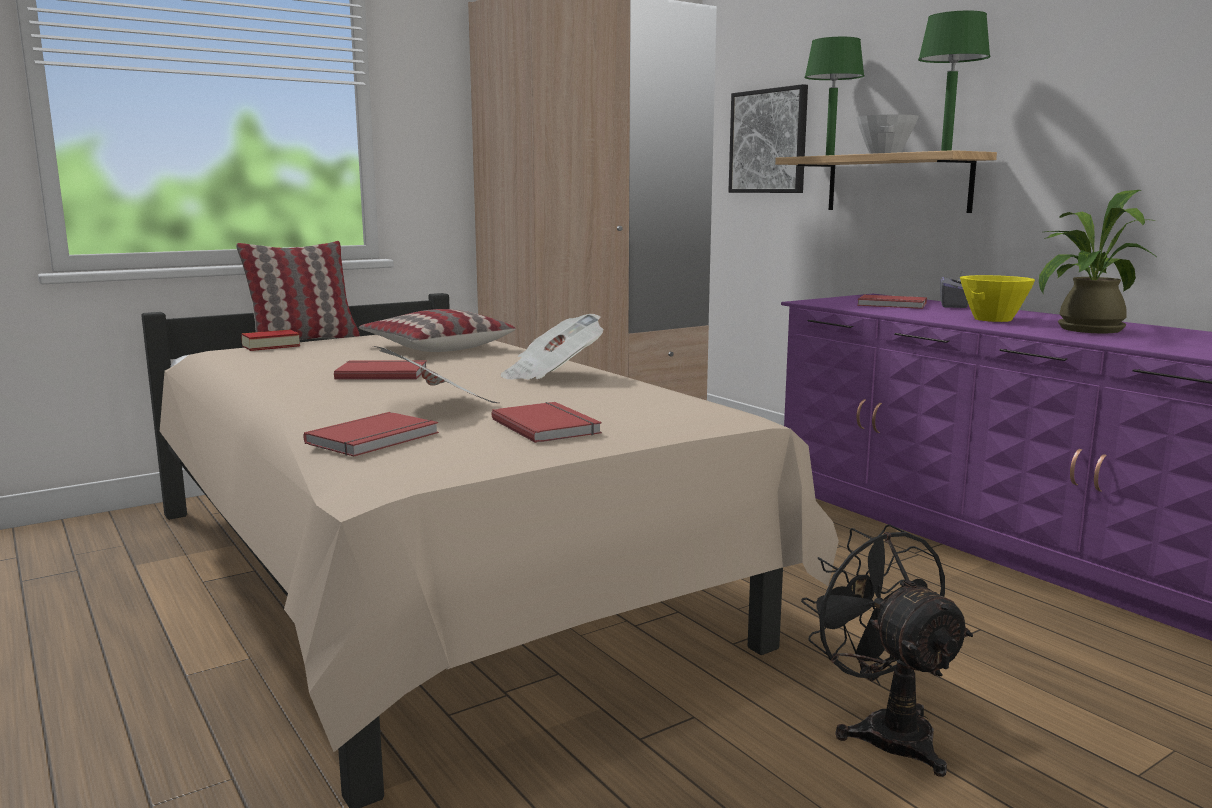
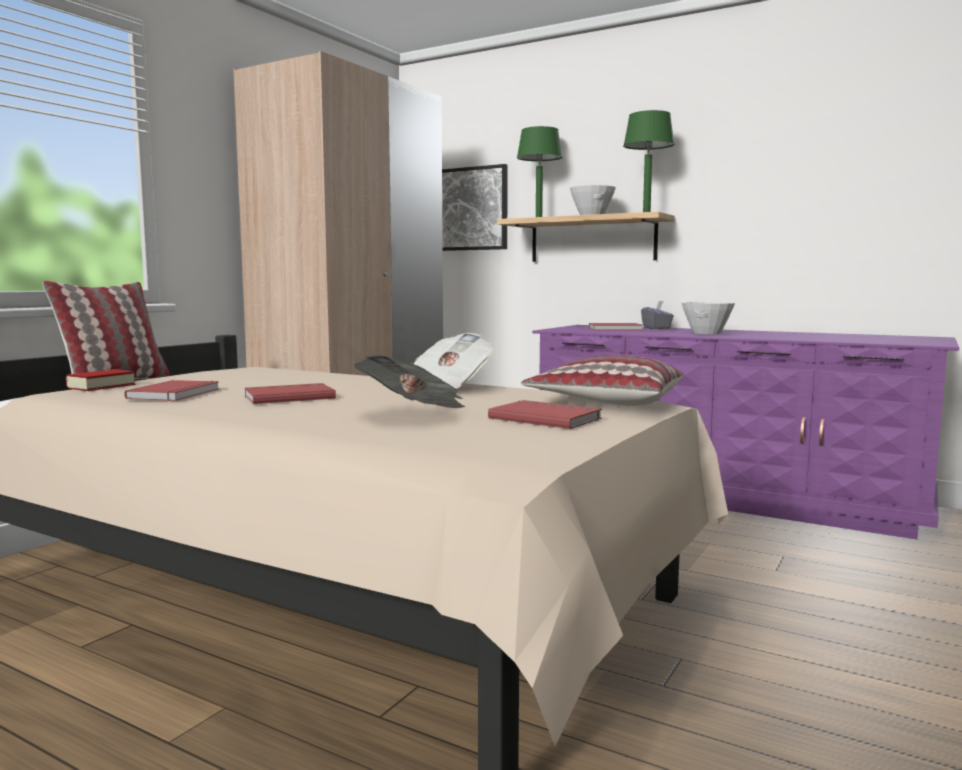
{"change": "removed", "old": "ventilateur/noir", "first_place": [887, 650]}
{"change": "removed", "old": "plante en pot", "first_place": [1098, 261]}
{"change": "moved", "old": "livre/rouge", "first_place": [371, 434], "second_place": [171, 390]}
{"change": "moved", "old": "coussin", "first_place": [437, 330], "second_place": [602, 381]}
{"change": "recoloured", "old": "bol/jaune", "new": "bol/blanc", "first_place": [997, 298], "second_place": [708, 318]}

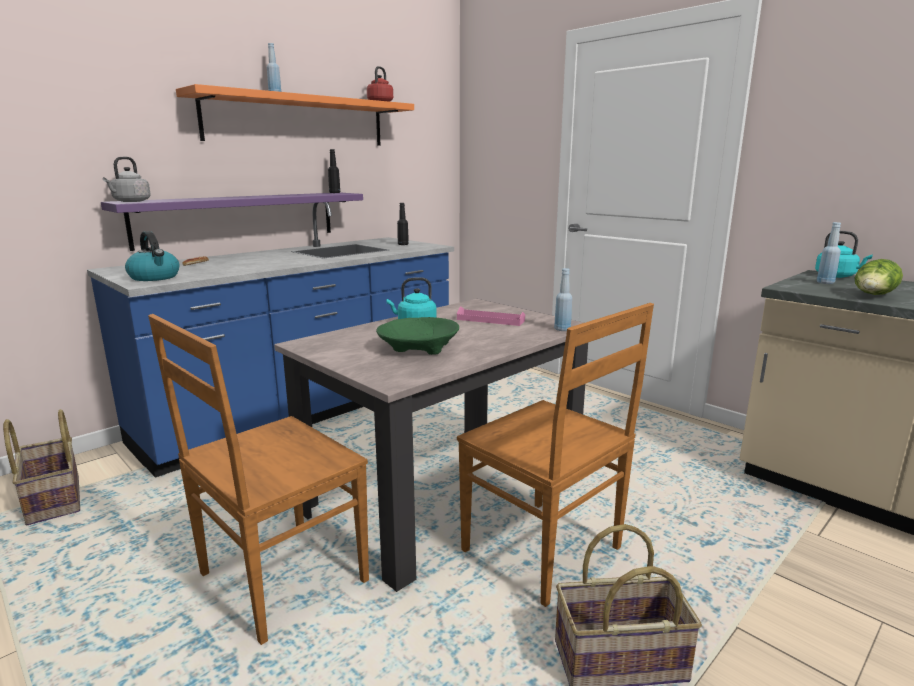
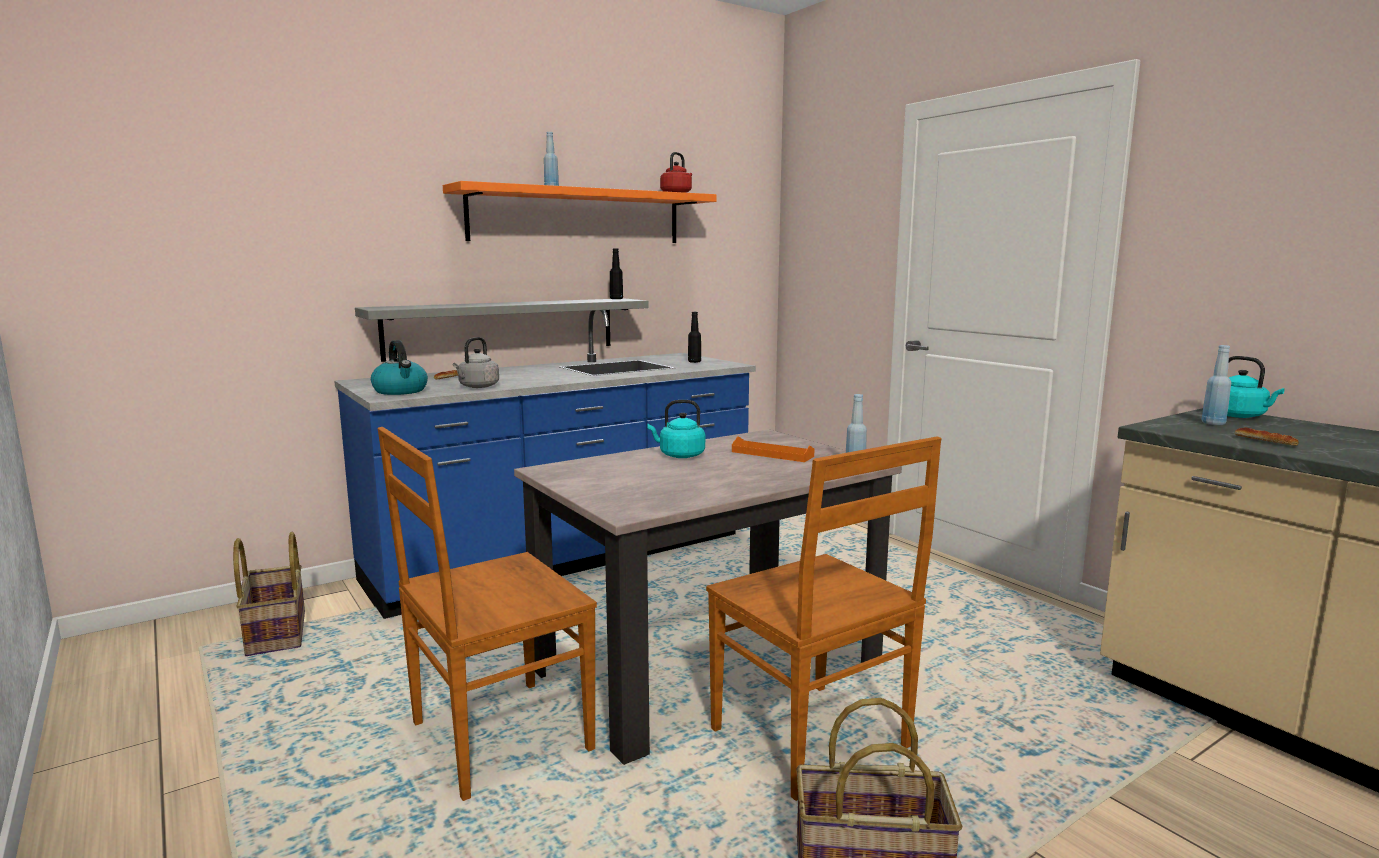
{"change": "removed", "old": "bol/vert", "first_place": [417, 336]}
{"change": "moved", "old": "bouilloire/gris", "first_place": [127, 179], "second_place": [476, 362]}
{"change": "replaced", "old": "laitue", "new": "pain", "first_place": [879, 277], "second_place": [1267, 436]}
{"change": "recoloured", "old": "étagère/violet", "new": "étagère/gris", "first_place": [232, 222], "second_place": [502, 330]}
{"change": "recoloured", "old": "plateau/rose", "new": "plateau/orange", "first_place": [491, 316], "second_place": [773, 449]}

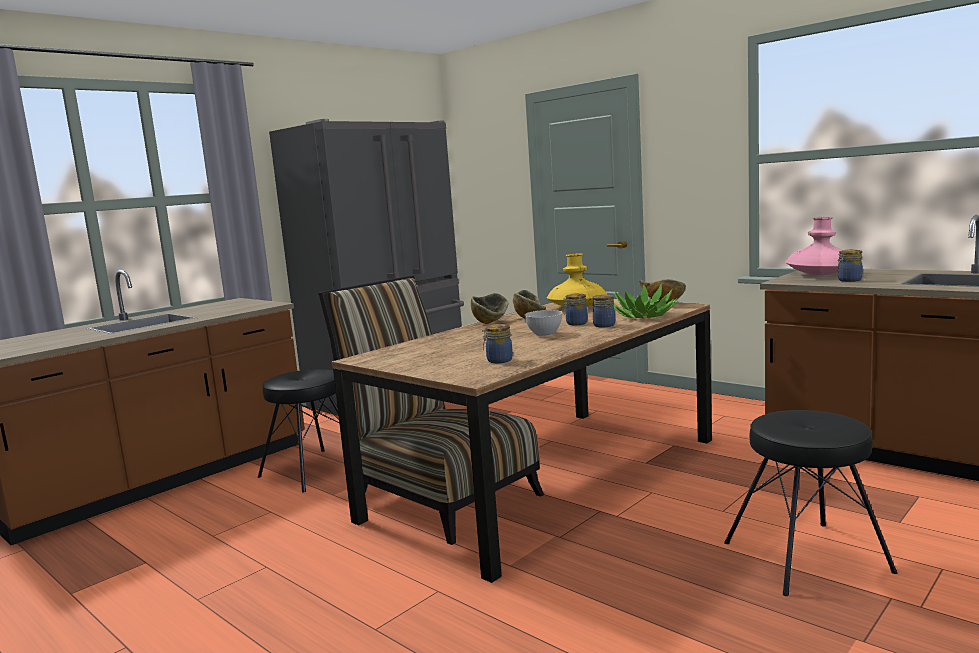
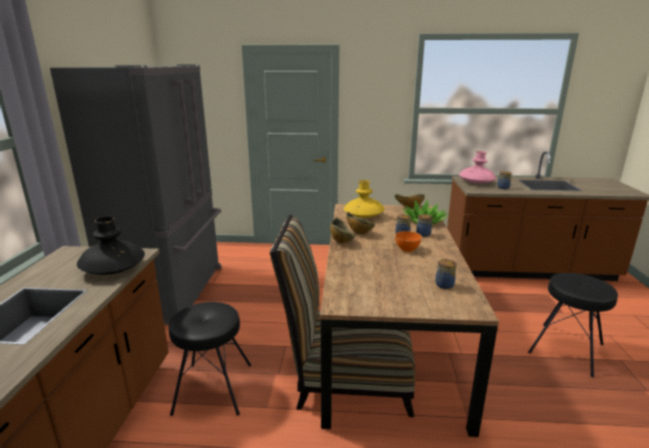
{"change": "added", "new": "vase/noir", "second_place": [111, 245]}
{"change": "recoloured", "old": "bol/gris", "new": "bol/orange", "first_place": [543, 323], "second_place": [408, 241]}

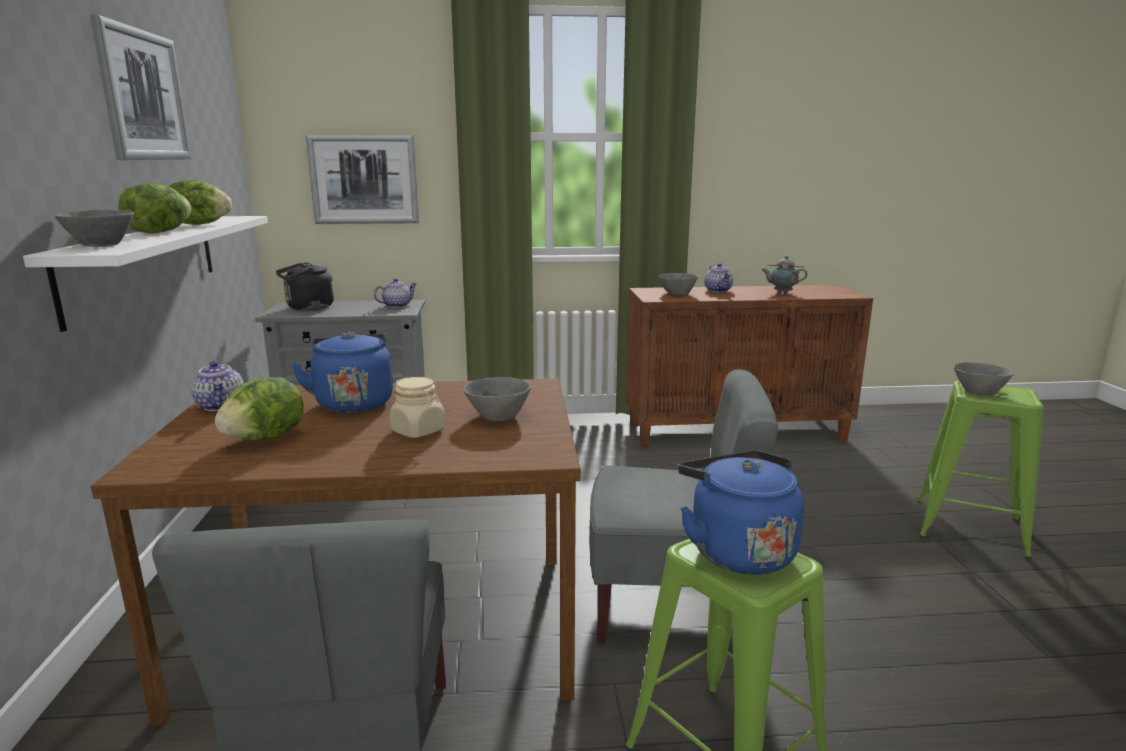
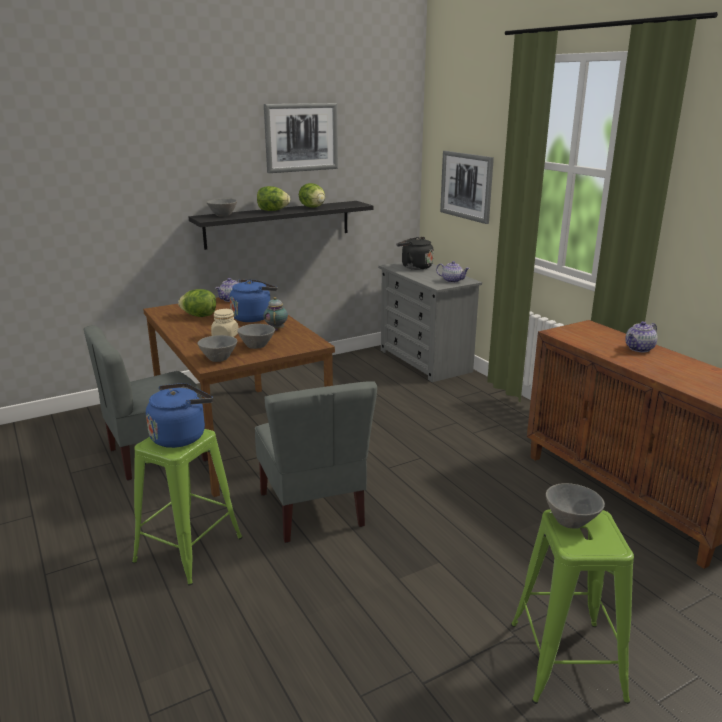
{"change": "moved", "old": "bol/gris", "first_place": [679, 284], "second_place": [217, 348]}
{"change": "moved", "old": "théière", "first_place": [784, 275], "second_place": [275, 314]}
{"change": "recoloured", "old": "étagère/blanc", "new": "étagère/noir", "first_place": [145, 274], "second_place": [280, 225]}

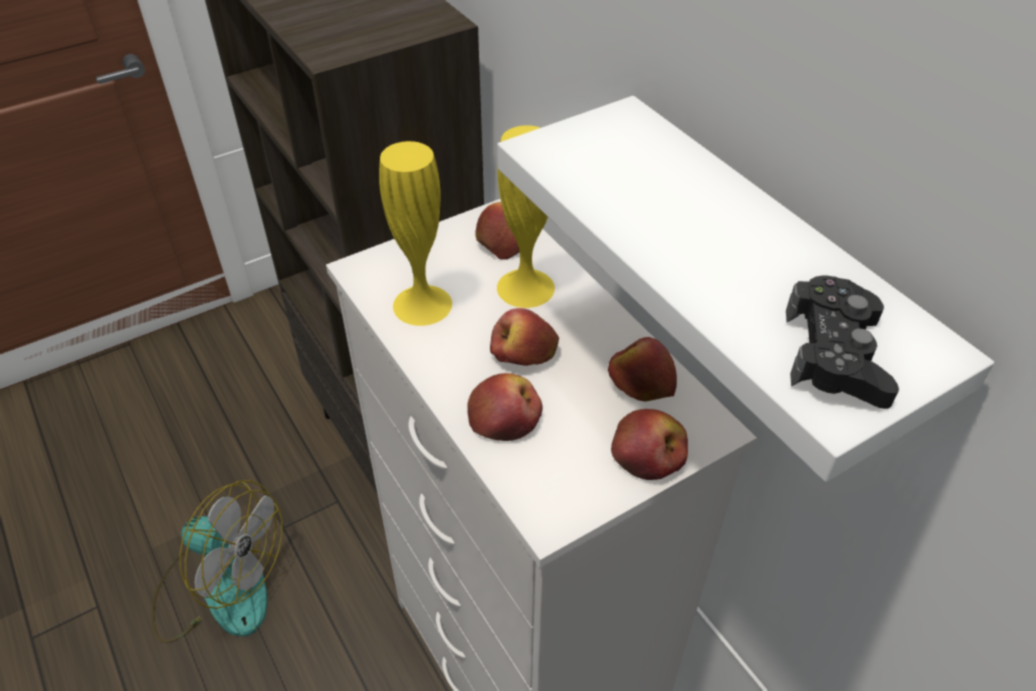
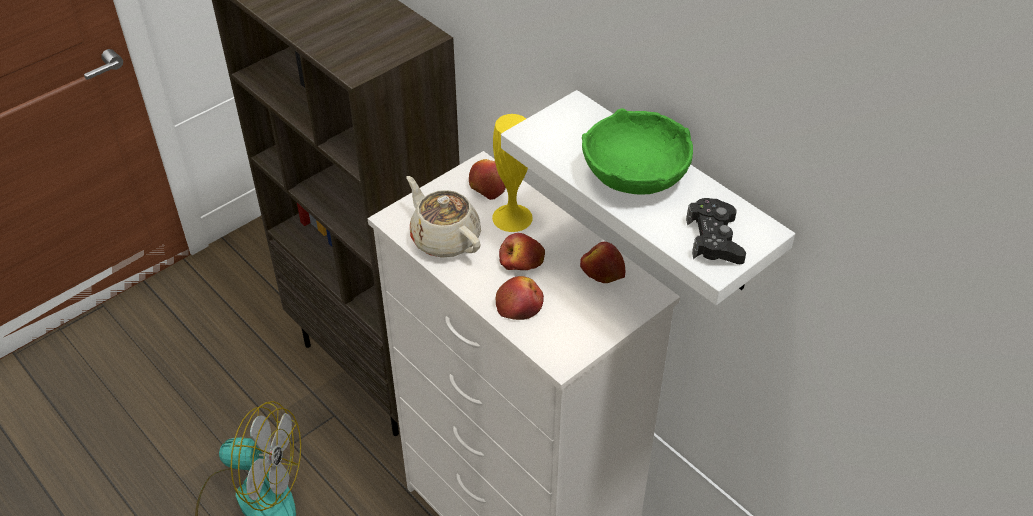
{"change": "removed", "old": "pomme", "first_place": [649, 444]}
{"change": "added", "new": "bol/vert", "second_place": [637, 151]}
{"change": "replaced", "old": "vase/jaune", "new": "théière/beige", "first_place": [415, 233], "second_place": [443, 217]}

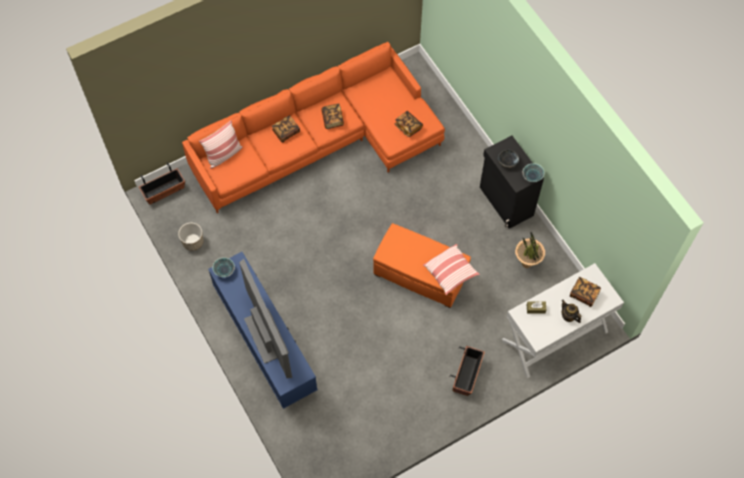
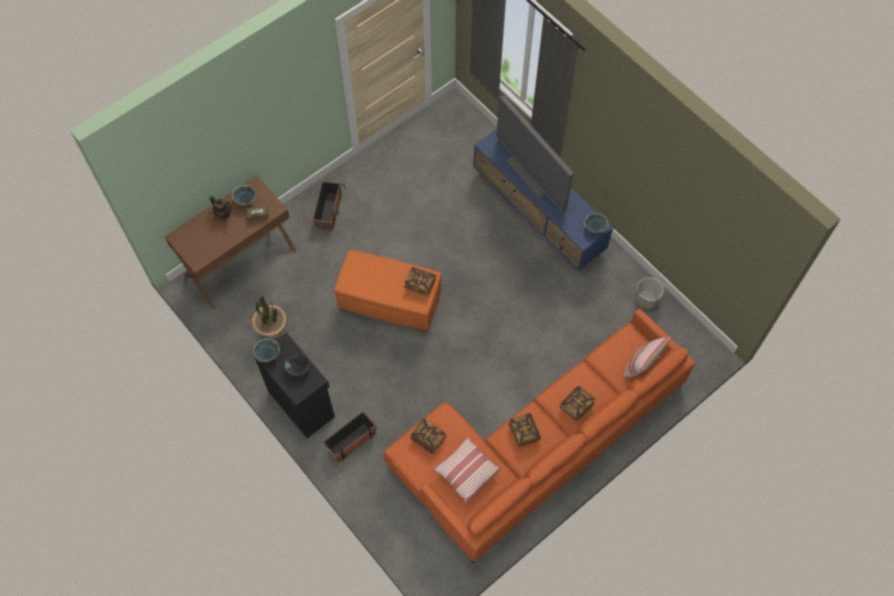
{"change": "added", "new": "bol", "second_place": [244, 195]}
{"change": "moved", "old": "cache-pot", "first_place": [162, 183], "second_place": [349, 437]}
{"change": "moved", "old": "coussin", "first_place": [451, 269], "second_place": [466, 469]}
{"change": "moved", "old": "livre", "first_place": [585, 292], "second_place": [420, 281]}
{"change": "recoloured", "old": "table console/blanc", "new": "table console/marron", "first_place": [562, 320], "second_place": [231, 242]}

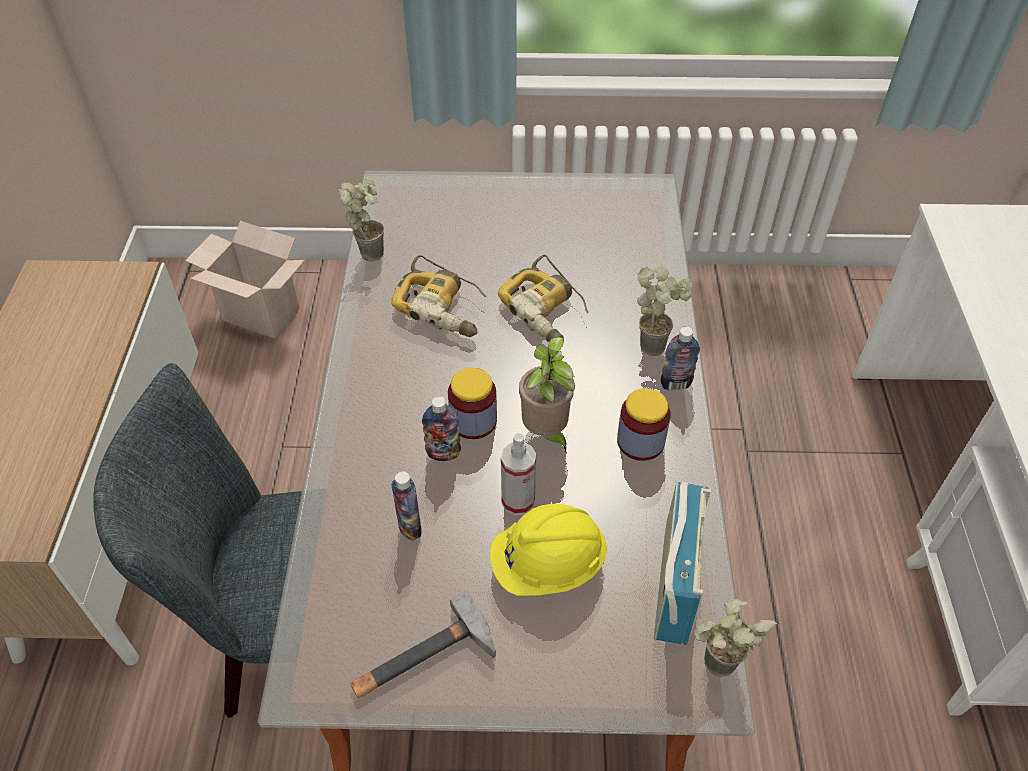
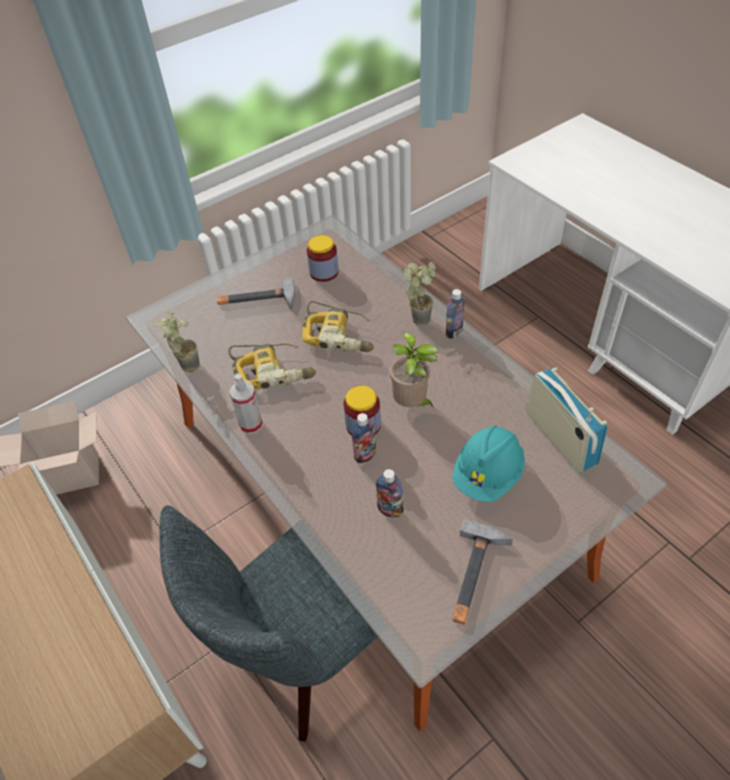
{"change": "removed", "old": "plante en pot", "first_place": [736, 638]}
{"change": "added", "new": "marteau", "second_place": [256, 293]}
{"change": "moved", "old": "vaporisateur", "first_place": [518, 474], "second_place": [246, 404]}
{"change": "moved", "old": "bocal", "first_place": [644, 424], "second_place": [323, 258]}
{"change": "recoloured", "old": "casque de chantier/jaune", "new": "casque de chantier/turquoise", "first_place": [548, 550], "second_place": [488, 464]}

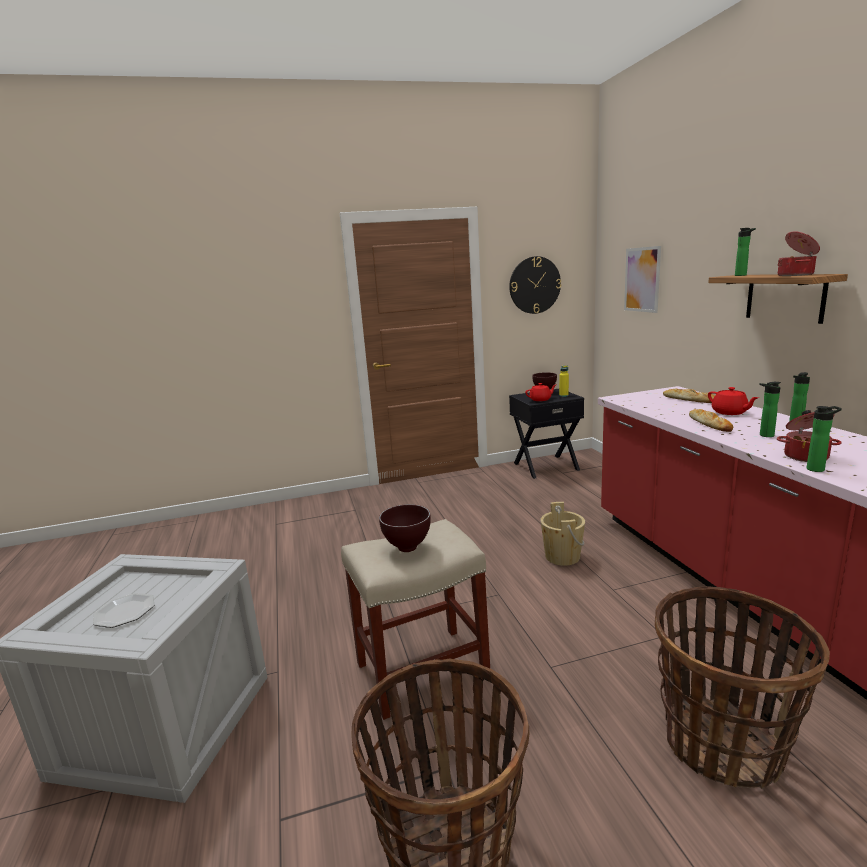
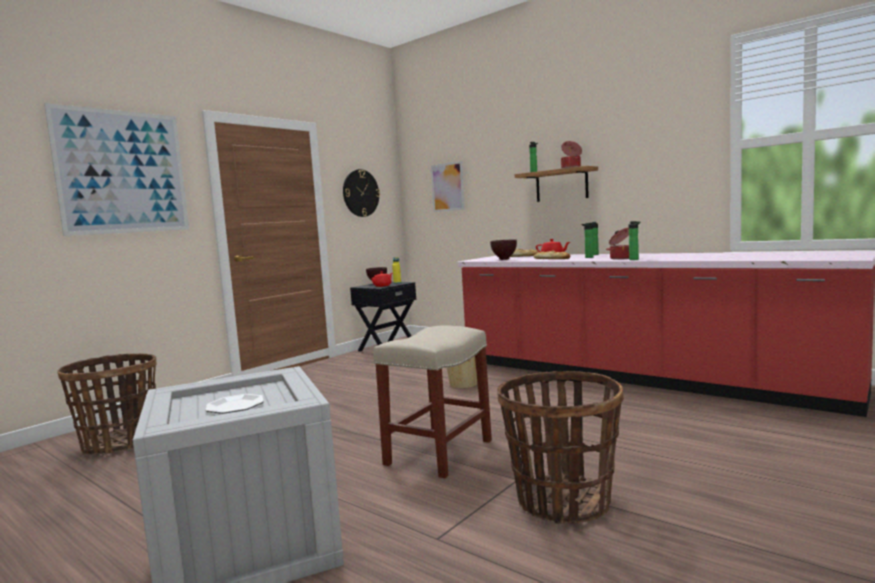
{"change": "added", "new": "tableau", "second_place": [116, 169]}
{"change": "moved", "old": "bol/marron", "first_place": [405, 528], "second_place": [503, 249]}
{"change": "moved", "old": "panier", "first_place": [742, 687], "second_place": [107, 404]}

